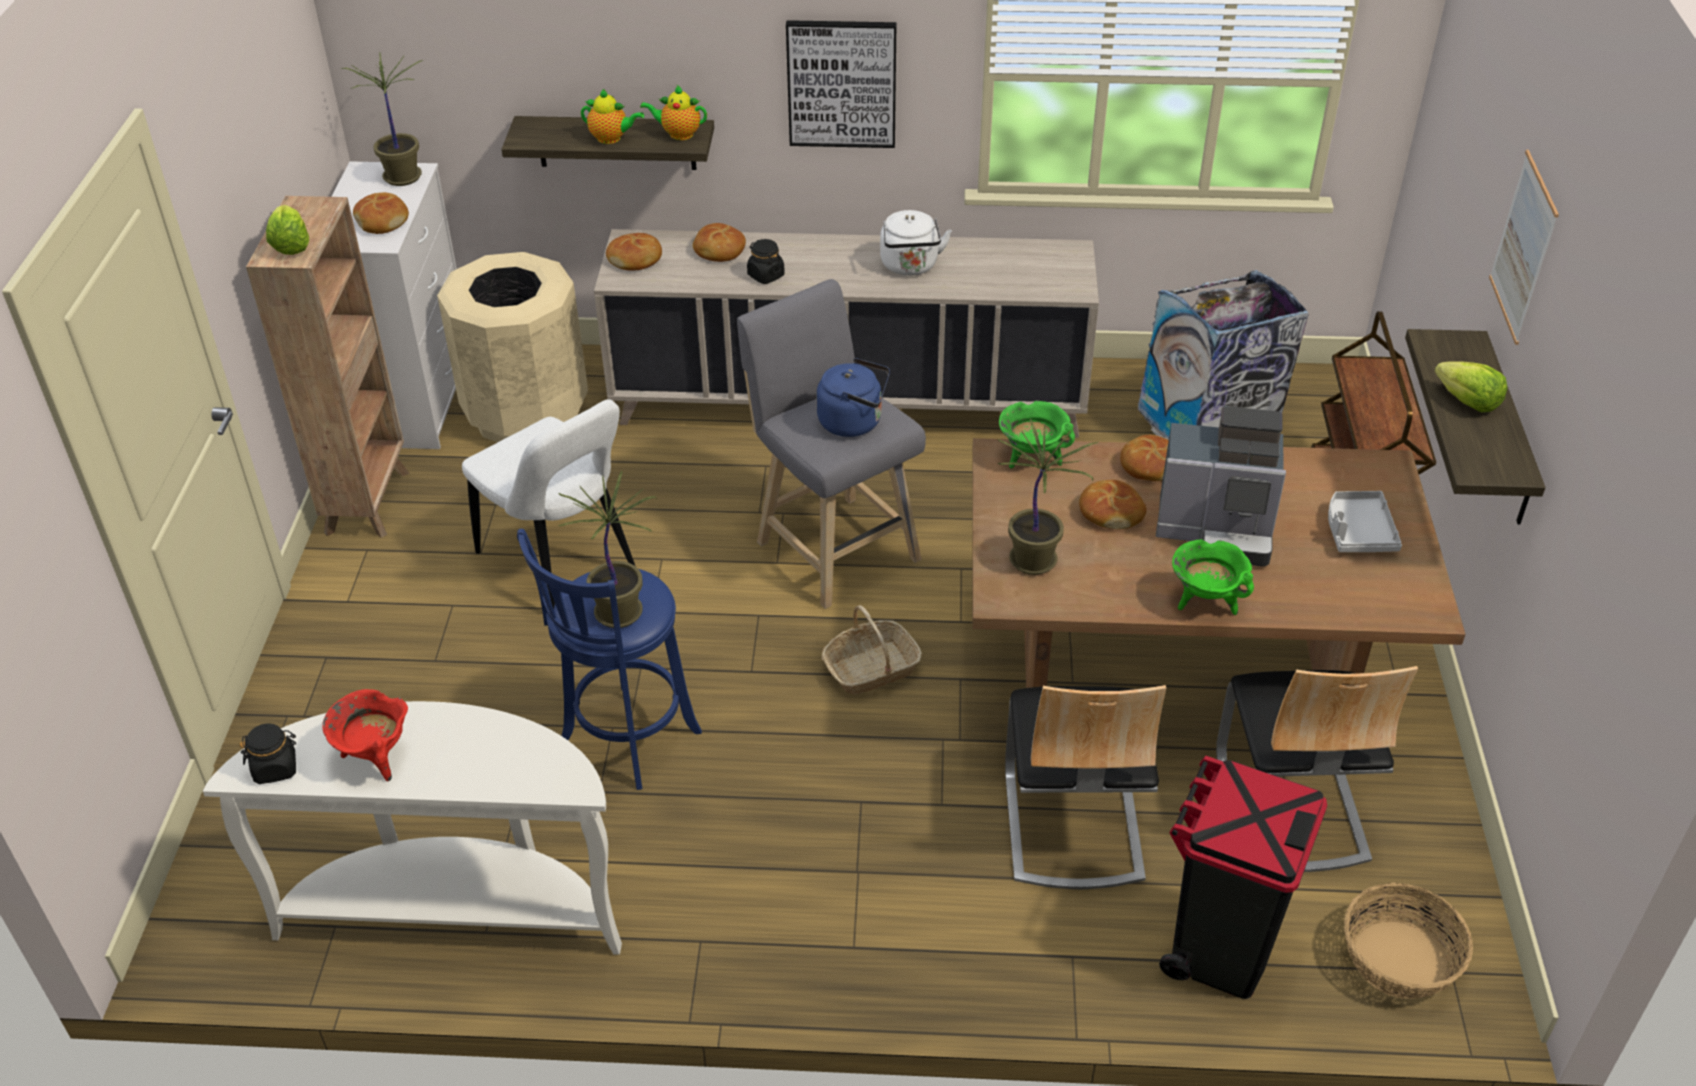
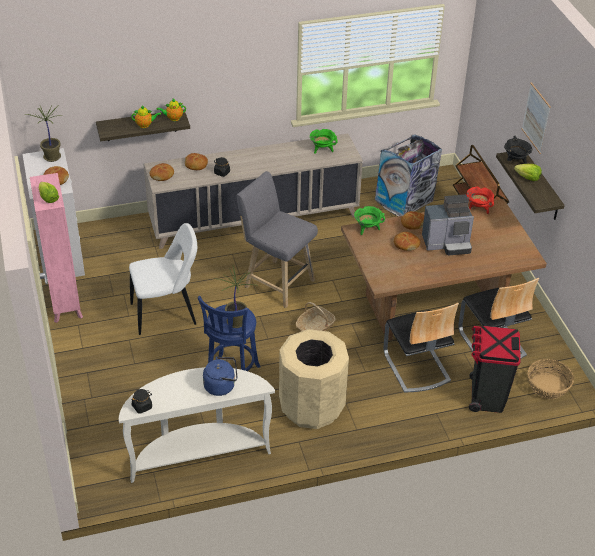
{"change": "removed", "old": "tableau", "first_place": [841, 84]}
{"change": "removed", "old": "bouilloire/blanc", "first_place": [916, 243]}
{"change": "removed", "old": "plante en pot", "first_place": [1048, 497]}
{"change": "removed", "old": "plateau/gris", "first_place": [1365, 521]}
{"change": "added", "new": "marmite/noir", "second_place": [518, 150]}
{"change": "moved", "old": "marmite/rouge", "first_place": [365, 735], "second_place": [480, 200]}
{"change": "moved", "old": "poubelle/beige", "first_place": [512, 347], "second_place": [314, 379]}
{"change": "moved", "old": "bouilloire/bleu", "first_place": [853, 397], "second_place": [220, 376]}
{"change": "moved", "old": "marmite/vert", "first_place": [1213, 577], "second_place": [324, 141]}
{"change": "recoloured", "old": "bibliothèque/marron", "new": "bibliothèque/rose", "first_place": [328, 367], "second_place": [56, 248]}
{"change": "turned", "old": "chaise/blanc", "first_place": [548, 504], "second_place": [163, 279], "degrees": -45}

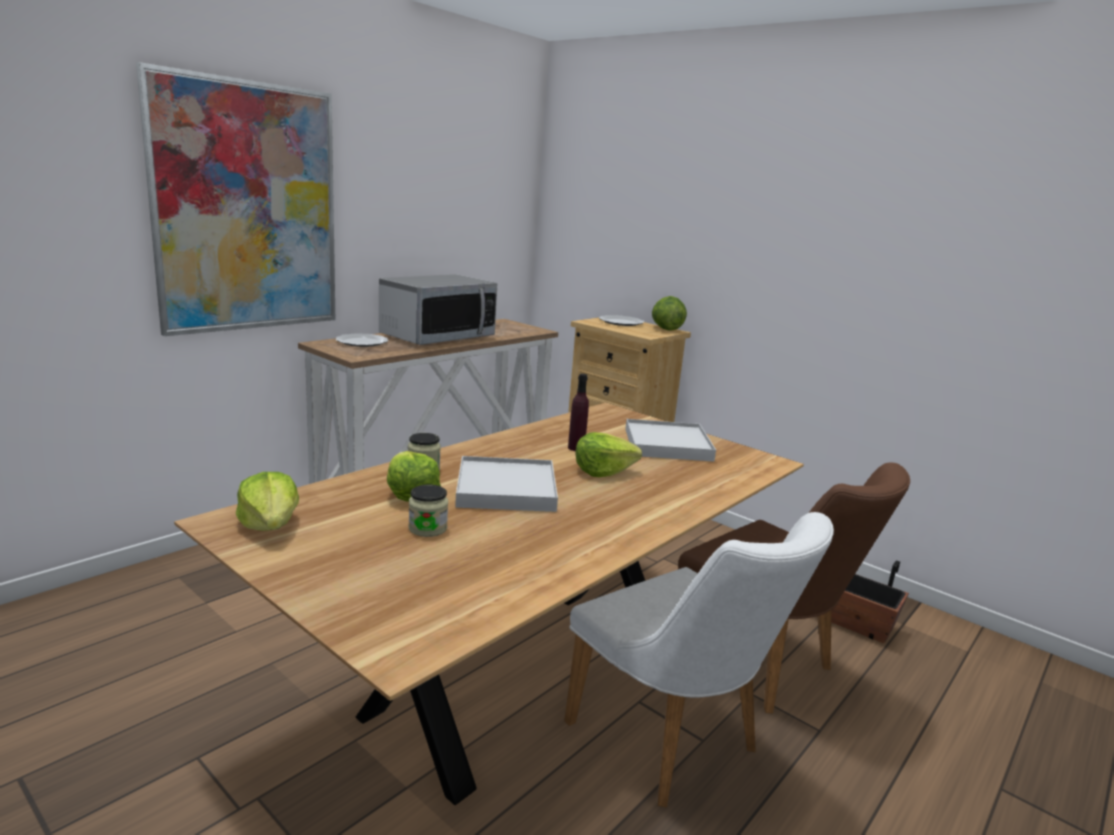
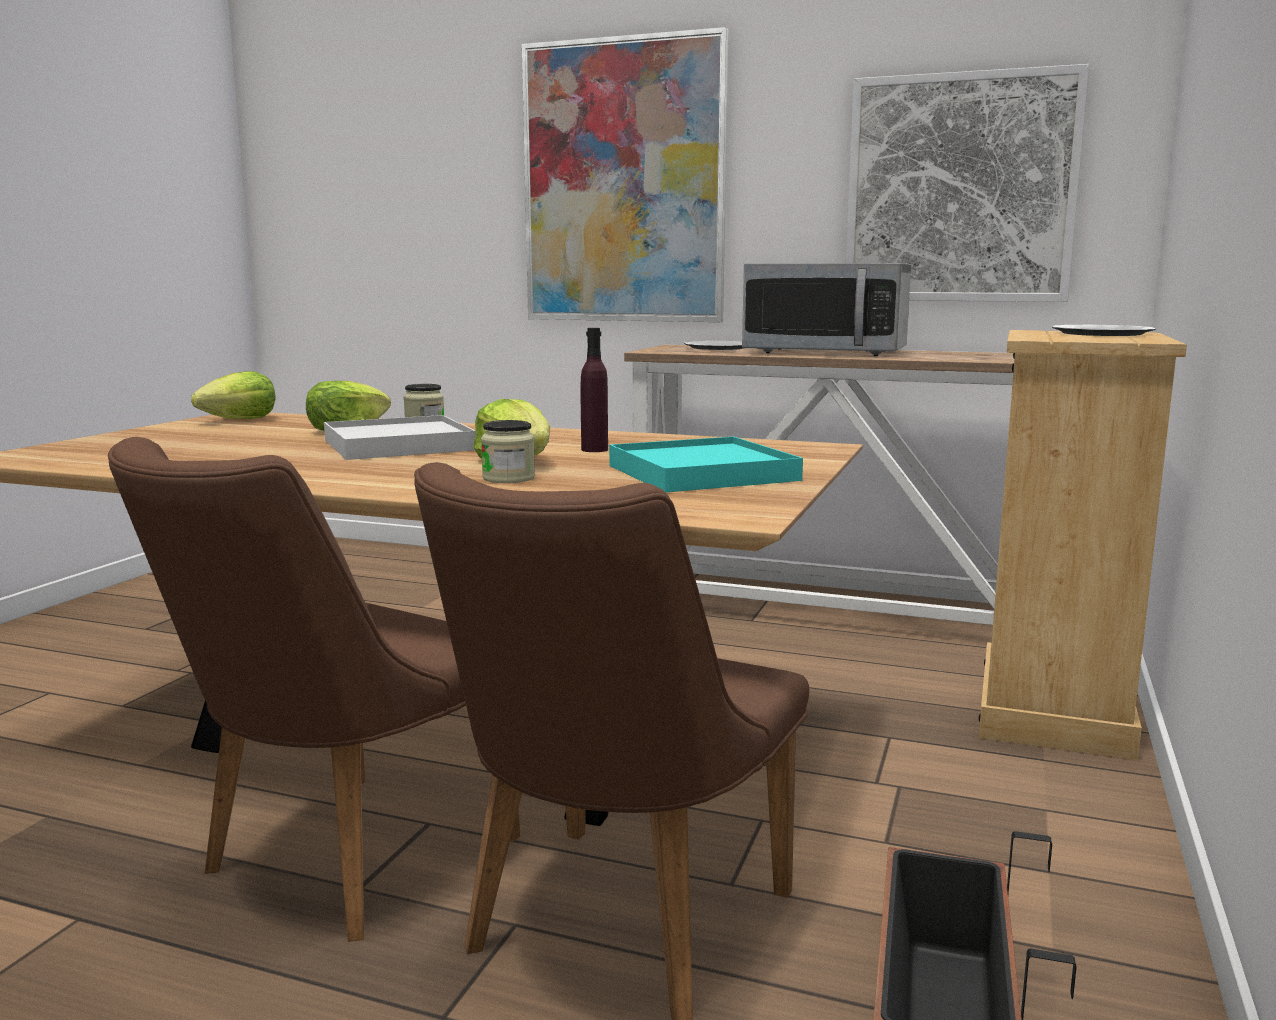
{"change": "removed", "old": "laitue", "first_place": [669, 313]}
{"change": "added", "new": "tableau", "second_place": [967, 183]}
{"change": "moved", "old": "bocal", "first_place": [428, 511], "second_place": [508, 451]}
{"change": "recoloured", "old": "chaise/blanc", "new": "chaise/marron", "first_place": [699, 660], "second_place": [314, 689]}
{"change": "recoloured", "old": "plateau/blanc", "new": "plateau/turquoise", "first_place": [670, 440], "second_place": [706, 464]}

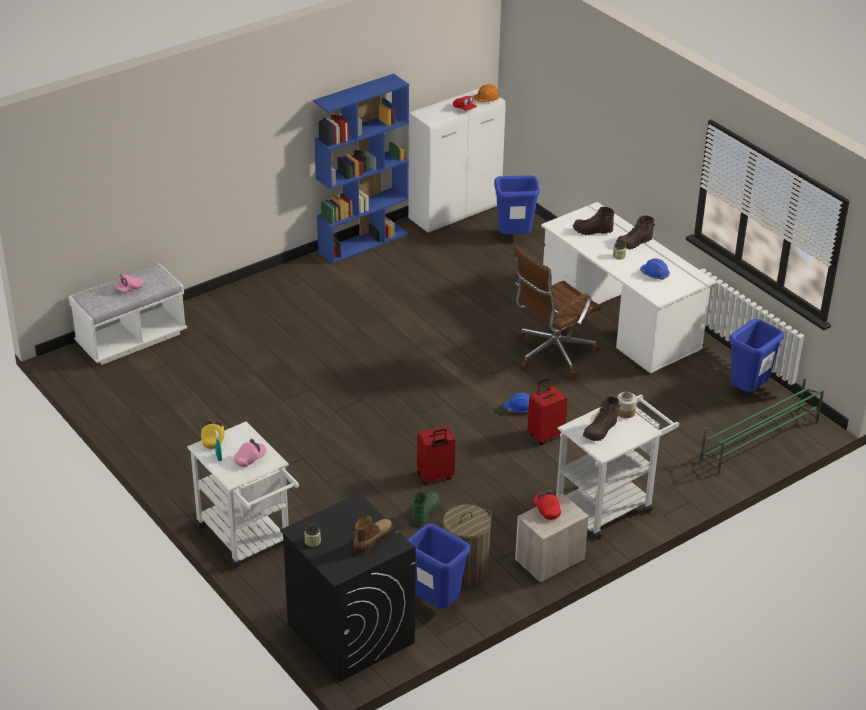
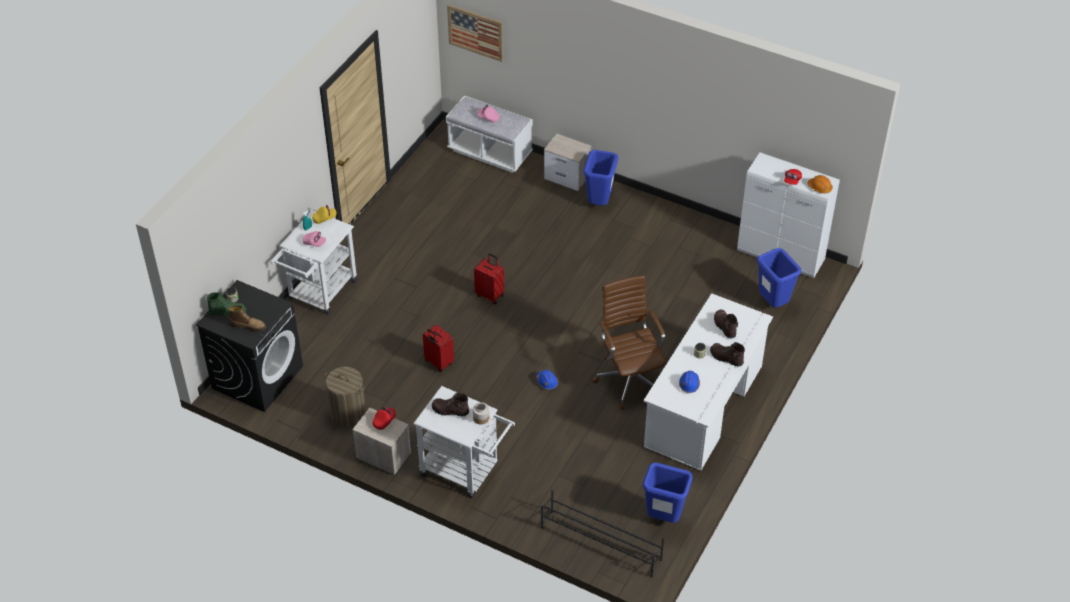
{"change": "removed", "old": "bibliothèque/bleu", "first_place": [361, 169]}
{"change": "added", "new": "tableau", "second_place": [475, 33]}
{"change": "added", "new": "table de chevet", "second_place": [567, 162]}
{"change": "moved", "old": "poubelle/bleu", "first_place": [439, 566], "second_place": [600, 177]}
{"change": "moved", "old": "botte/vert", "first_place": [425, 508], "second_place": [226, 304]}
{"change": "moved", "old": "valise/rouge", "first_place": [547, 411], "second_place": [489, 278]}
{"change": "recoloured", "old": "étagère à chaussures/vert", "new": "étagère à chaussures/noir", "first_place": [762, 426], "second_place": [602, 533]}
{"change": "turned", "old": "chaise de bureau/marron", "first_place": [557, 311], "second_place": [629, 342], "degrees": 45}

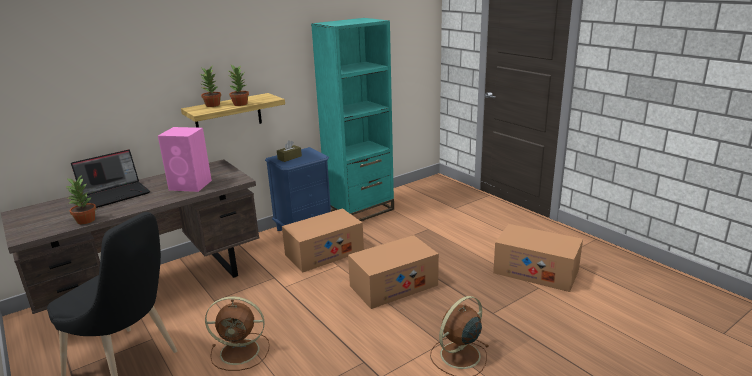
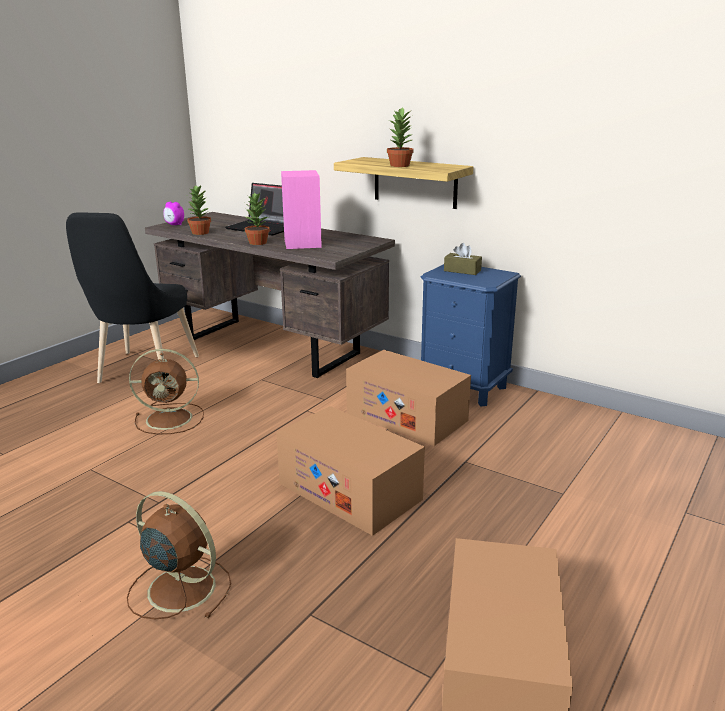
{"change": "removed", "old": "bibliothèque/turquoise", "first_place": [352, 119]}
{"change": "added", "new": "réveil", "second_place": [173, 213]}
{"change": "moved", "old": "plante en pot", "first_place": [210, 86], "second_place": [257, 218]}
{"change": "turned", "old": "ventilateur/marron", "first_place": [237, 333], "second_place": [166, 391], "degrees": -75}

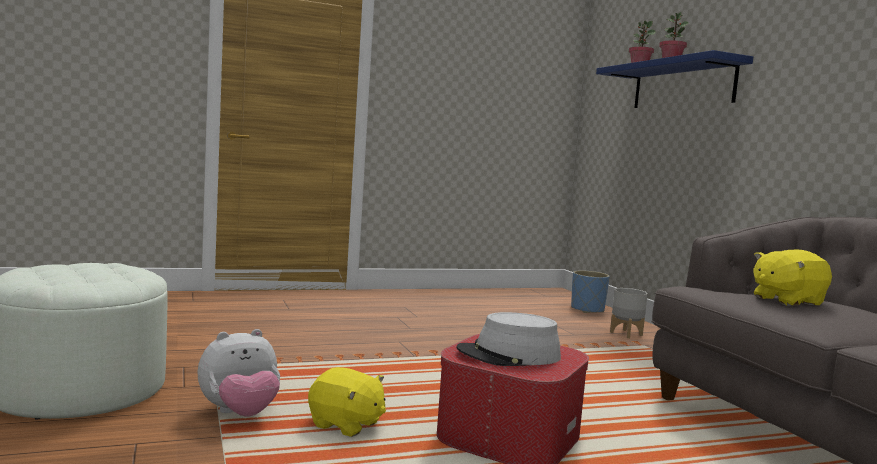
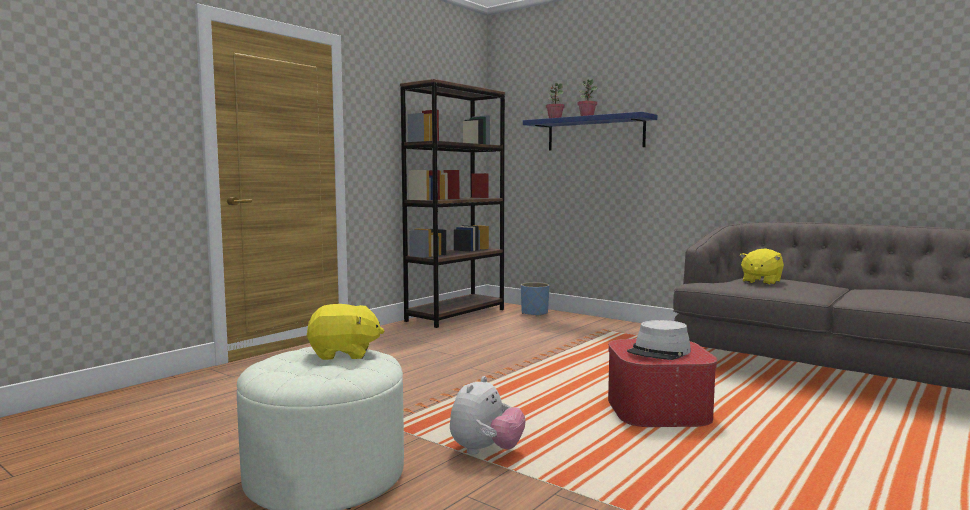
{"change": "removed", "old": "cache-pot/gris", "first_place": [629, 313]}
{"change": "added", "new": "bibliothèque/marron", "second_place": [452, 203]}
{"change": "moved", "old": "peluche/jaune", "first_place": [347, 402], "second_place": [345, 332]}

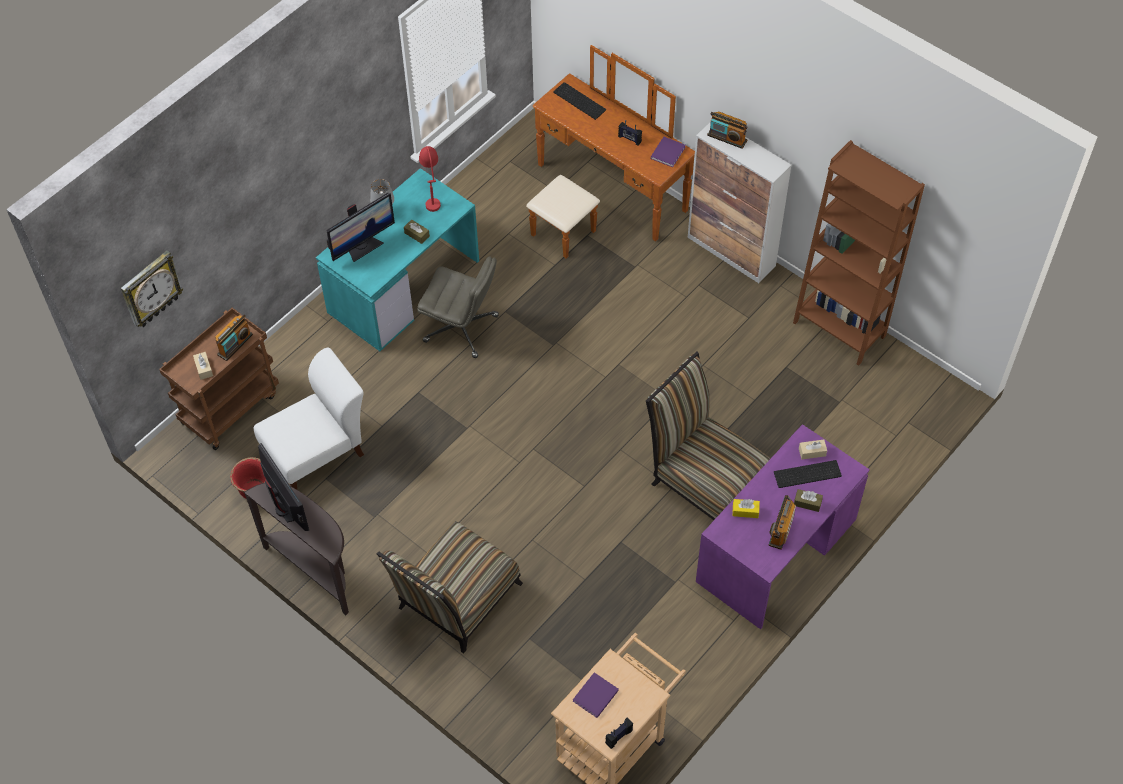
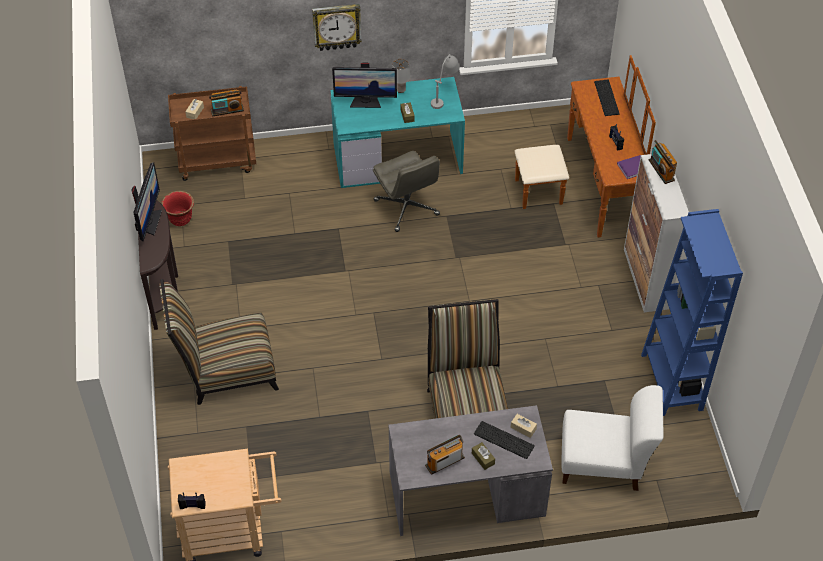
{"change": "removed", "old": "livre/violet", "first_place": [596, 695]}
{"change": "removed", "old": "boîte à mouchoirs/jaune", "first_place": [746, 508]}
{"change": "moved", "old": "horloge murale", "first_place": [152, 289], "second_place": [337, 27]}
{"change": "moved", "old": "chaise/blanc", "first_place": [309, 418], "second_place": [613, 438]}
{"change": "recoloured", "old": "lampe de table/rouge", "new": "lampe de table/gris", "first_place": [430, 179], "second_place": [445, 81]}
{"change": "recoloured", "old": "bureau/violet", "new": "bureau/gris", "first_place": [783, 526], "second_place": [471, 470]}
{"change": "recoloured", "old": "bibliothèque/marron", "new": "bibliothèque/bleu", "first_place": [859, 253], "second_place": [692, 312]}

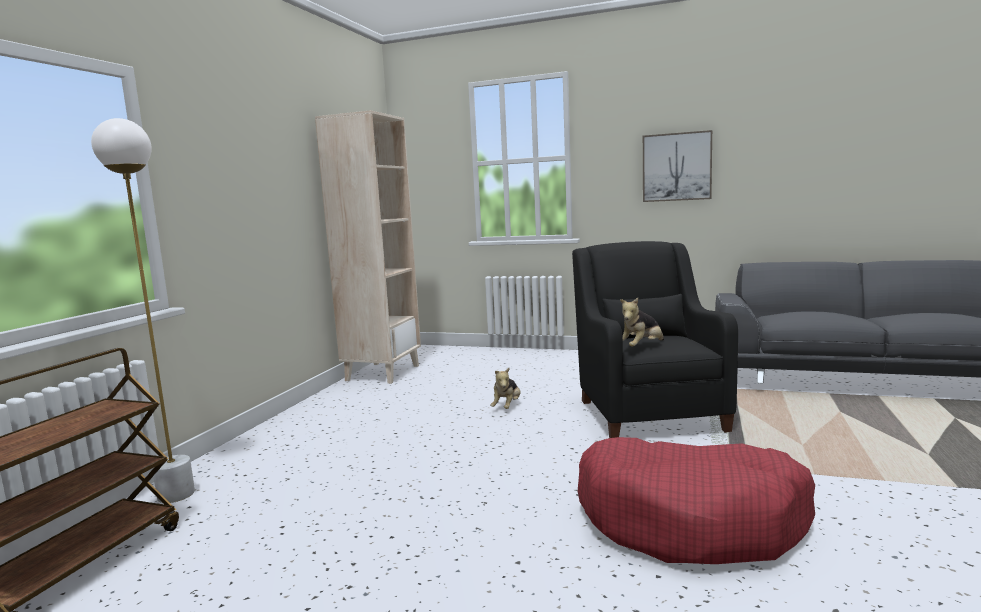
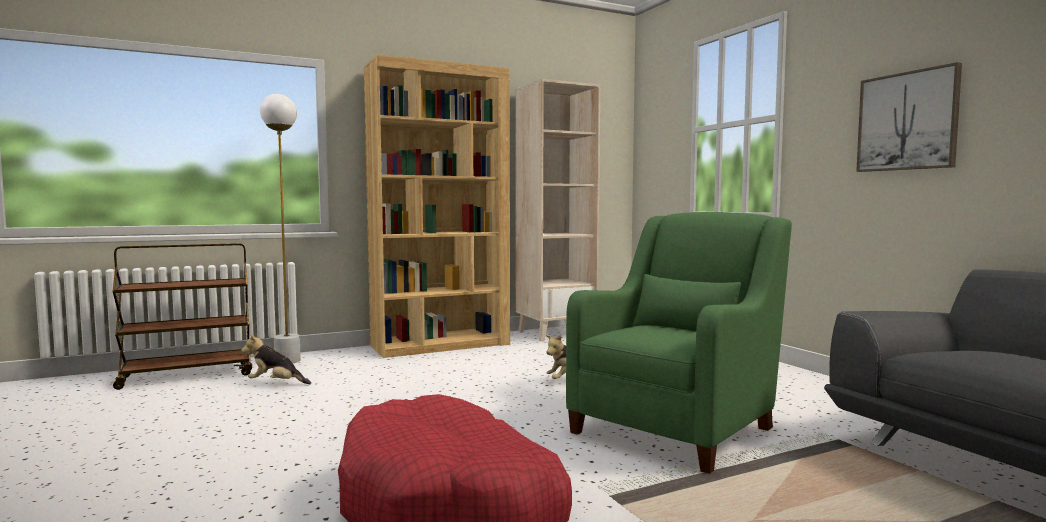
{"change": "added", "new": "bibliothèque/marron", "second_place": [437, 206]}
{"change": "moved", "old": "peluche", "first_place": [642, 322], "second_place": [276, 359]}
{"change": "recoloured", "old": "fauteuil/noir", "new": "fauteuil/vert", "first_place": [655, 339], "second_place": [679, 343]}

